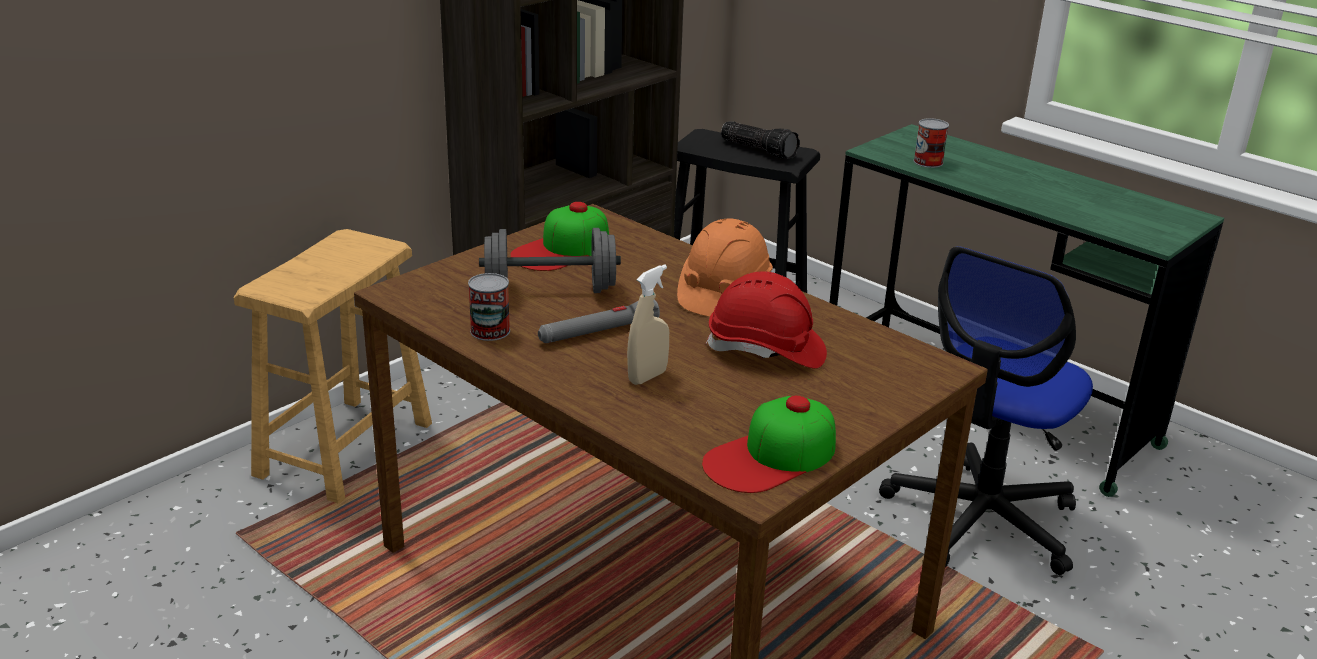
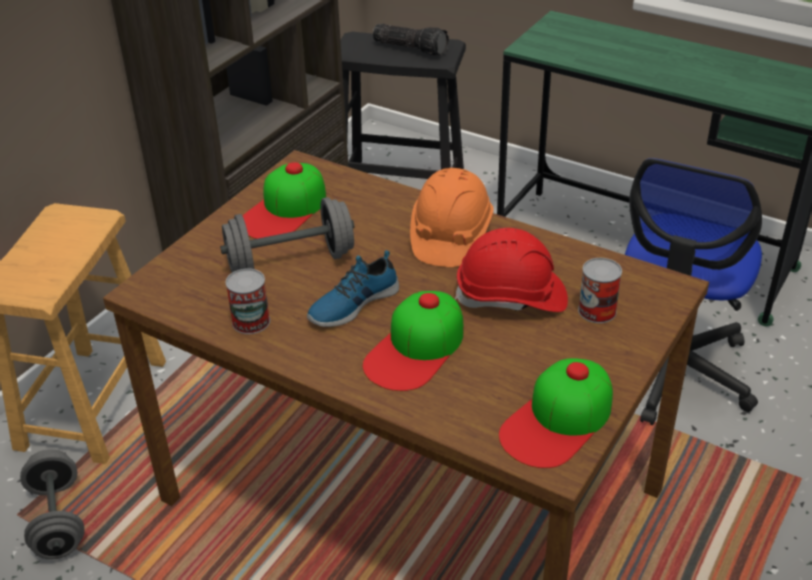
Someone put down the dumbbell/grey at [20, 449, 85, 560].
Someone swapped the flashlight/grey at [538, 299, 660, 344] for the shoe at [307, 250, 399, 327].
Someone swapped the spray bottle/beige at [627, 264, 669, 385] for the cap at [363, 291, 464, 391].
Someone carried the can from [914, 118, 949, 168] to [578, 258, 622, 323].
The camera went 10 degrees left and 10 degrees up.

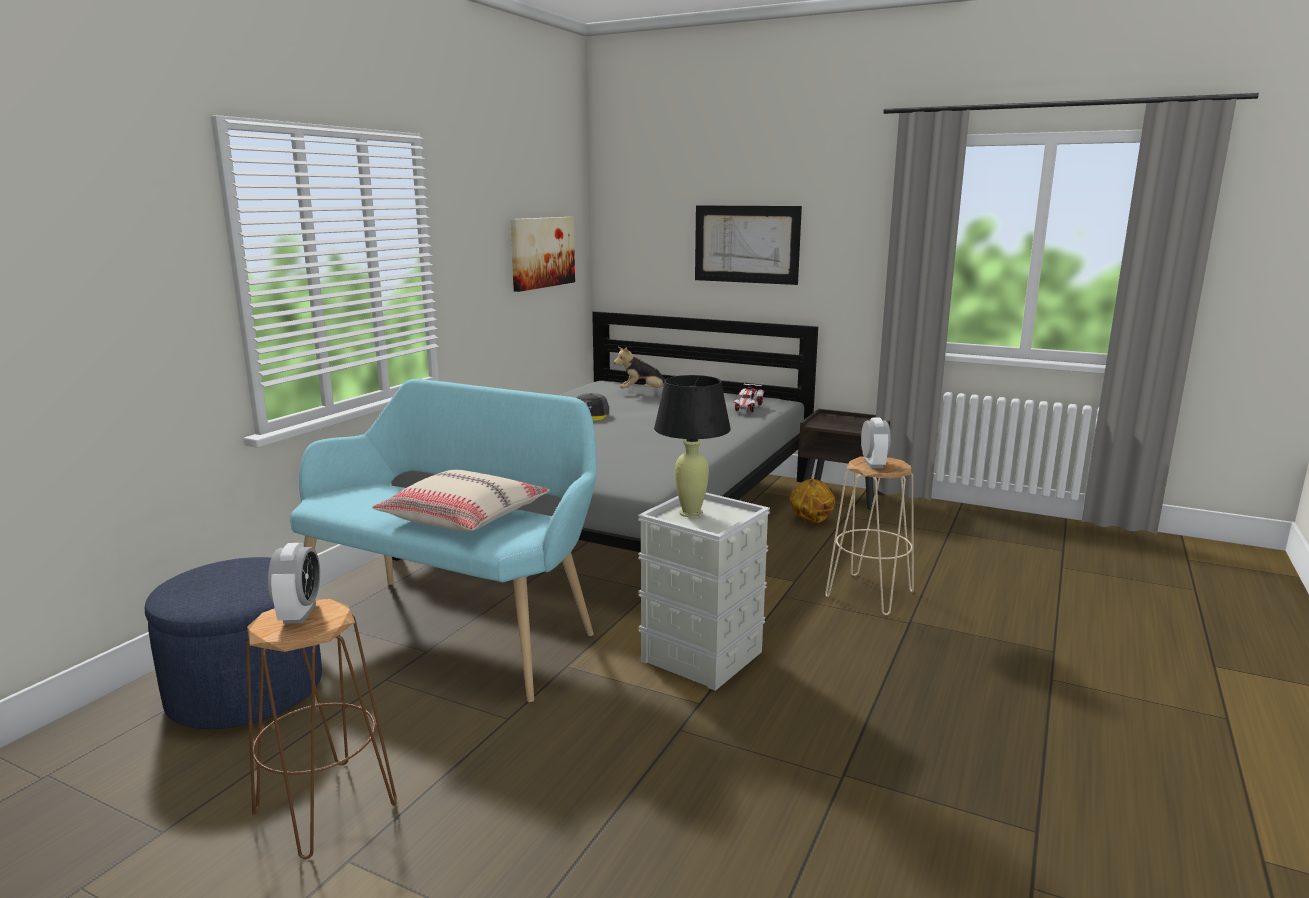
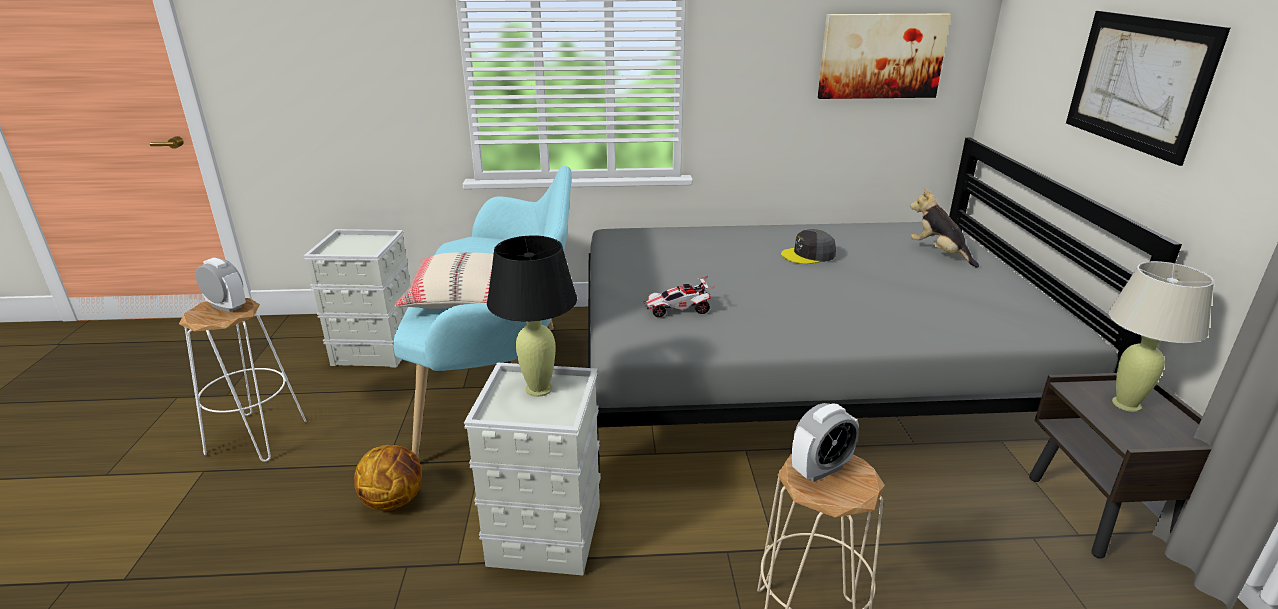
Someone repainted the stool/brown at [246, 599, 397, 859], which became the stool/white at [179, 298, 307, 462].
Someone rotated the alarm clock at [268, 543, 320, 624] by 120 degrees counterclockwise.
Someone swapped the ottoman/blue at [145, 557, 322, 729] for the storage box/grey at [304, 229, 410, 367].
Someone carried the basketball from [790, 479, 835, 523] to [354, 445, 422, 511].
Someone carried the toy car from [734, 381, 764, 412] to [644, 276, 716, 317].
Someone put down the table lamp/beige at [1108, 261, 1214, 412].
The camera went 60 degrees right and 10 degrees up.

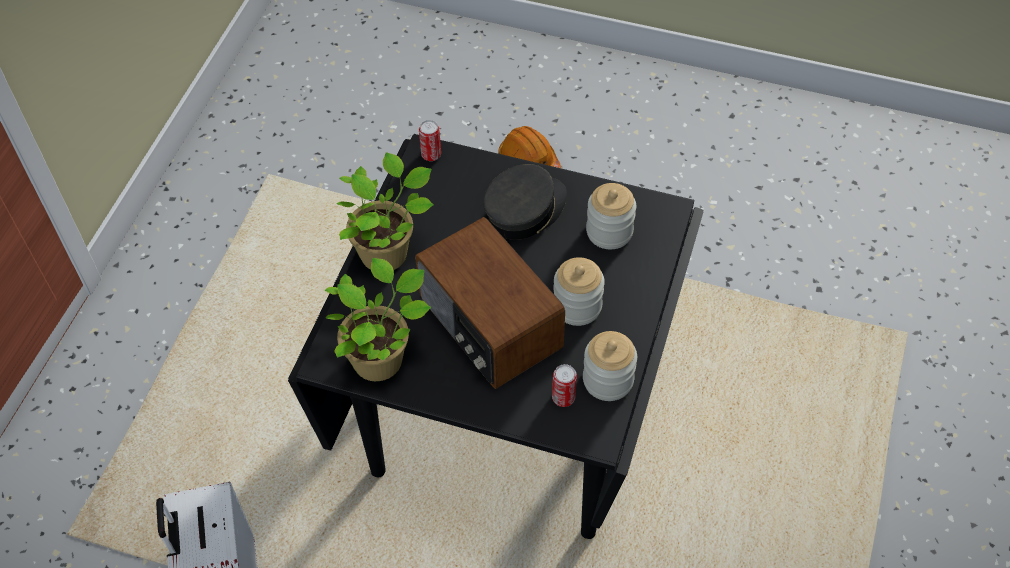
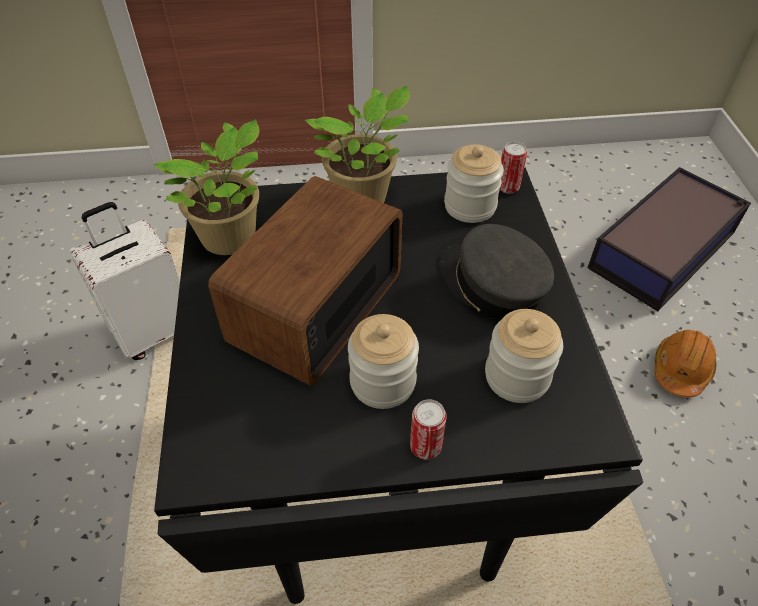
Someone carried the can from [552, 364, 577, 407] to [410, 399, 447, 460].
Someone rotated the cap/grey at [483, 164, 567, 240] by 150 degrees counterclockwise.
Someone carried the jar from [583, 331, 637, 401] to [444, 144, 504, 223].
Someone put down the storage box at [587, 167, 751, 311].
The camera went 65 degrees right and 5 degrees down.

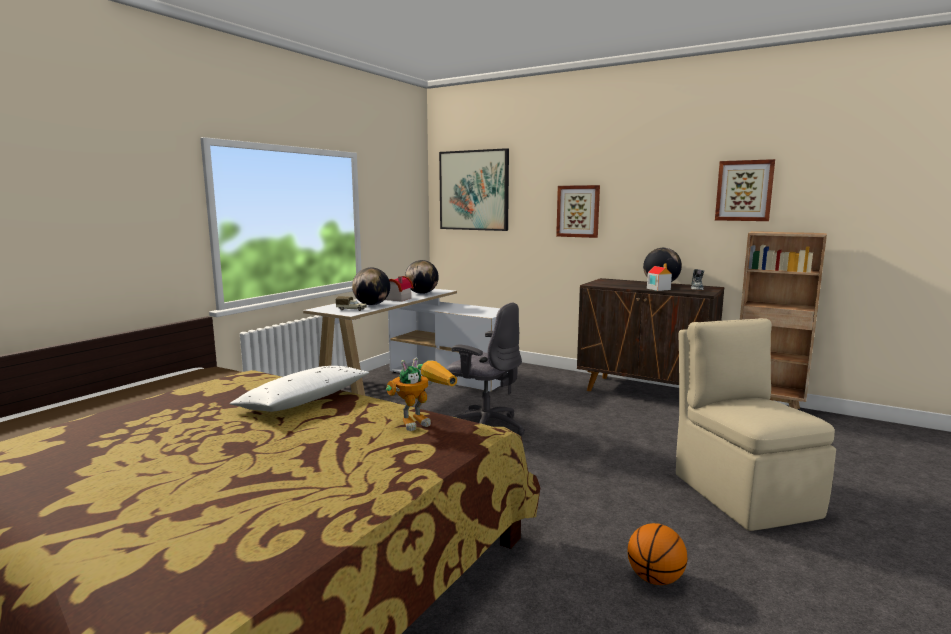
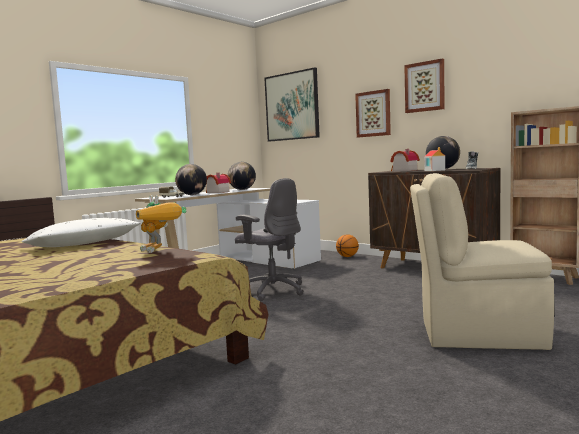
Someone rotated the toy robot at [386, 357, 457, 431] by 75 degrees clockwise.
Someone carried the basketball from [627, 523, 687, 585] to [336, 234, 359, 257].
Someone put down the toy house at [390, 149, 420, 171].
Someone carried the picture from [715, 159, 775, 221] to [404, 58, 445, 113].
Someone rotated the chair/beige at [676, 318, 836, 531] by 75 degrees counterclockwise.
The camera went 10 degrees right and 5 degrees down.

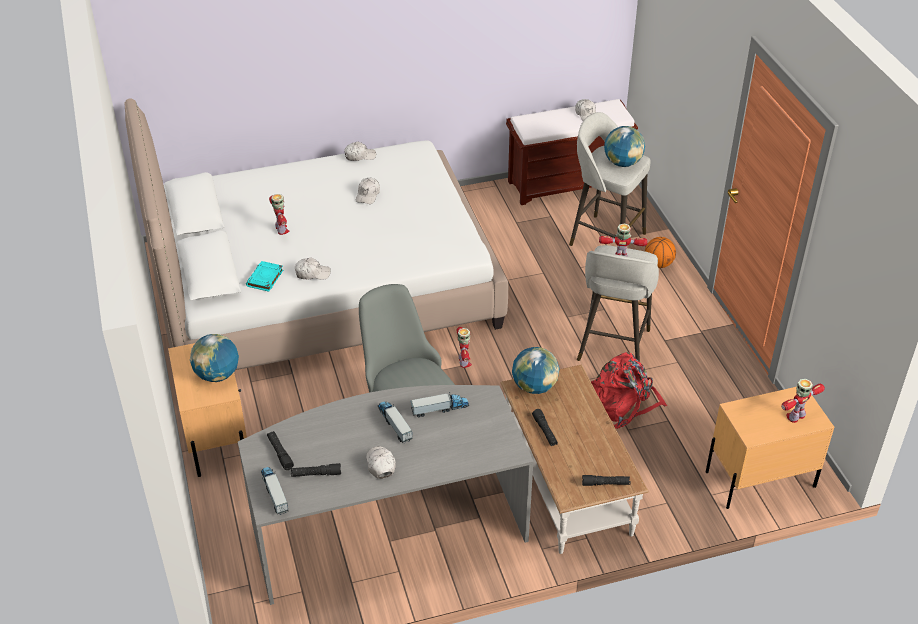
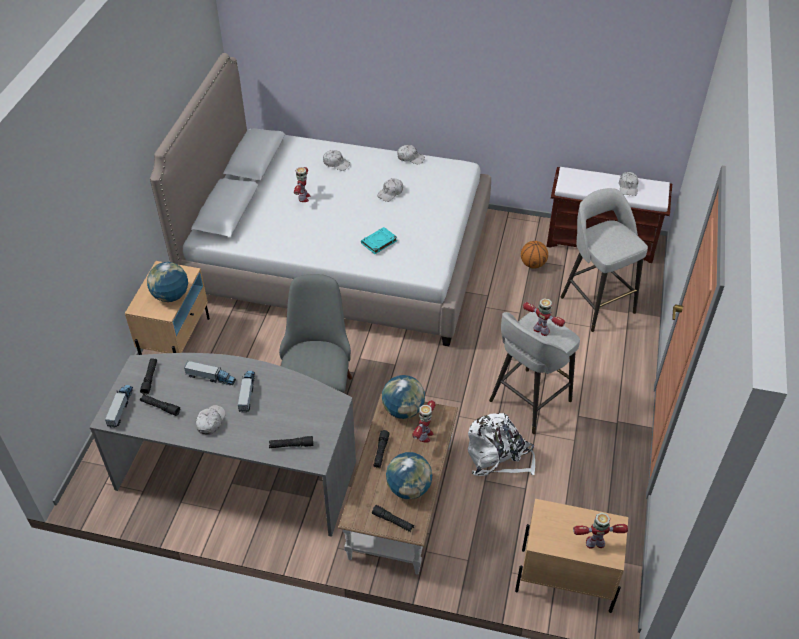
Someone carried the toy truck from [411, 392, 469, 417] to [184, 361, 236, 385].
Someone put down the flashlight/black at [269, 436, 313, 448].
Someone carried the cap/white from [295, 257, 331, 280] to [323, 150, 351, 171].
Someone carried the book/turquoise from [246, 261, 283, 292] to [361, 227, 397, 254].
Someone carried the globe from [604, 126, 645, 167] to [386, 452, 432, 499].
Someone carried the toy robot from [456, 327, 472, 368] to [412, 400, 436, 443].
Someone repainted the backpack/red at [591, 352, 668, 429], which became the backpack/white at [468, 413, 535, 476].
Someone carried the basketball from [645, 237, 676, 268] to [521, 241, 548, 268].
The camera went 30 degrees right and 5 degrees up.

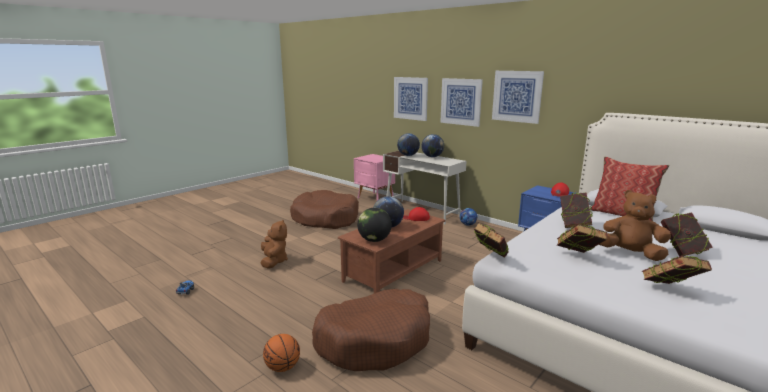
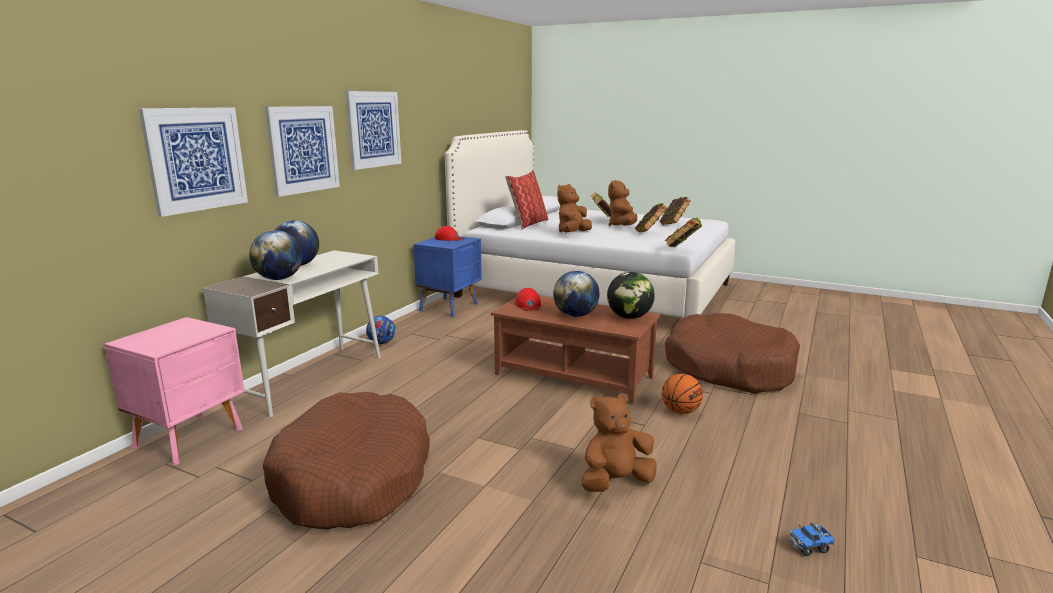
Someone swapped the book at [560, 192, 593, 228] for the plush toy/brown at [557, 184, 592, 233].
Someone carried the basketball from [263, 334, 300, 372] to [662, 374, 703, 414].
The camera went 105 degrees left and 0 degrees up.

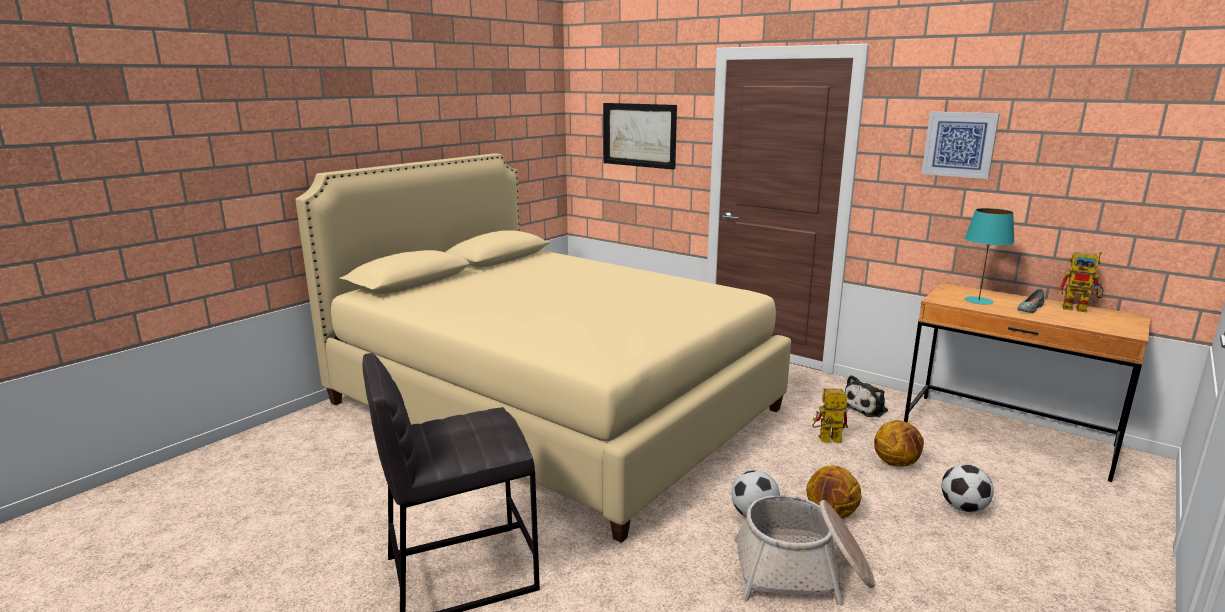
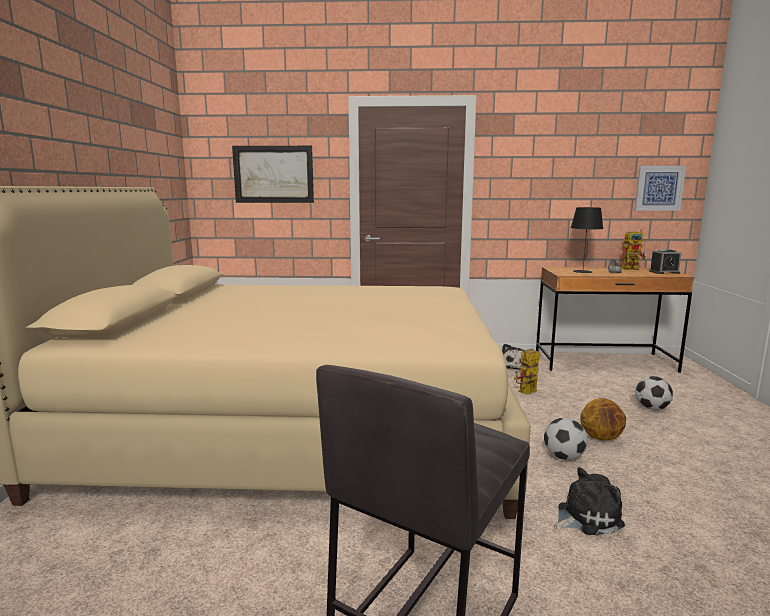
Someone put down the plush toy at [554, 467, 625, 535].
Someone repainted the table lamp/turquoise at [965, 208, 1015, 305], which became the table lamp/black at [570, 207, 603, 273].
Someone carried the picture from [922, 112, 1000, 179] to [634, 166, 686, 211].
Someone put down the alarm clock at [649, 249, 681, 274].
Someone took away the basket at [734, 495, 875, 605].
Someone took away the basketball at [874, 420, 924, 467].
The camera went 35 degrees left and 5 degrees down.

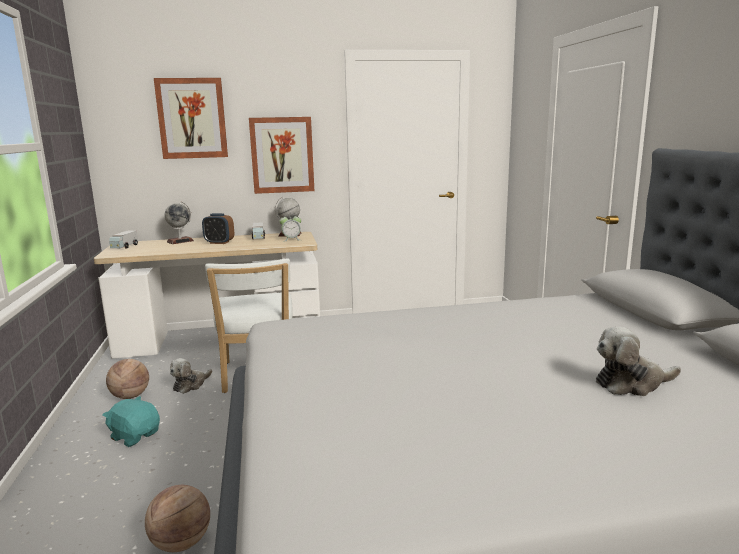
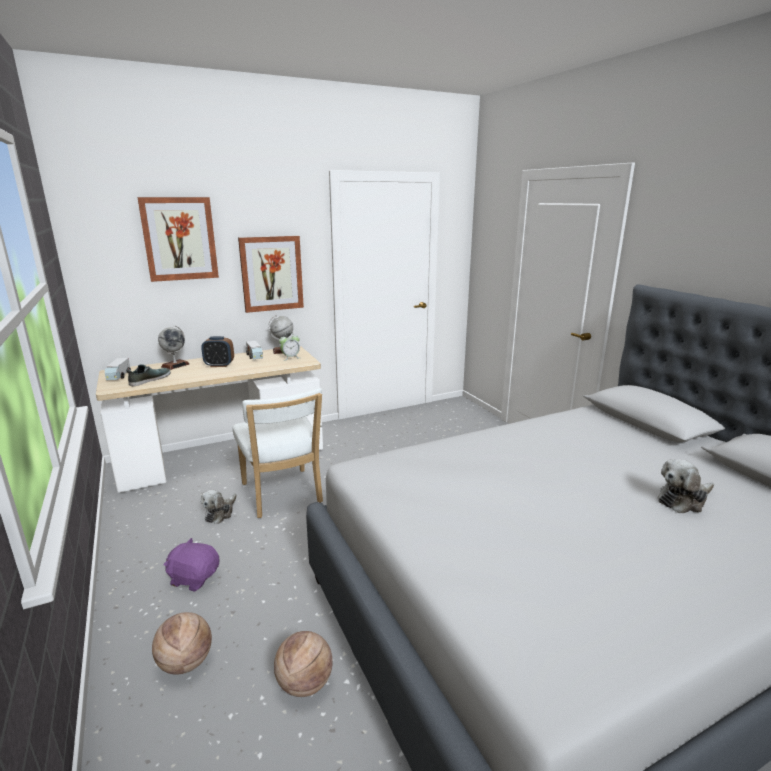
Someone put down the shoe at [126, 364, 171, 386].
Someone carried the basketball from [106, 359, 149, 399] to [152, 612, 212, 675].
Someone repainted the plush toy/turquoise at [102, 396, 160, 447], which became the plush toy/purple at [164, 538, 219, 592].
The camera went 15 degrees left and 5 degrees up.

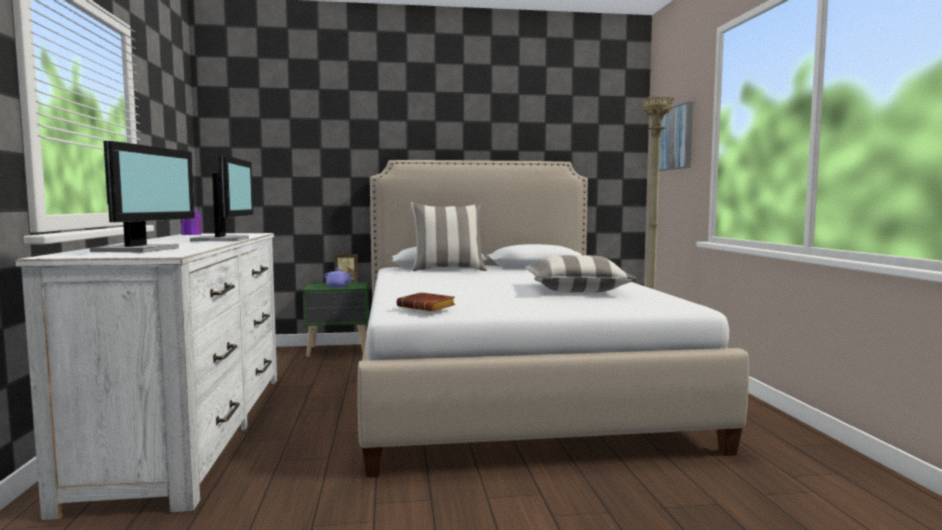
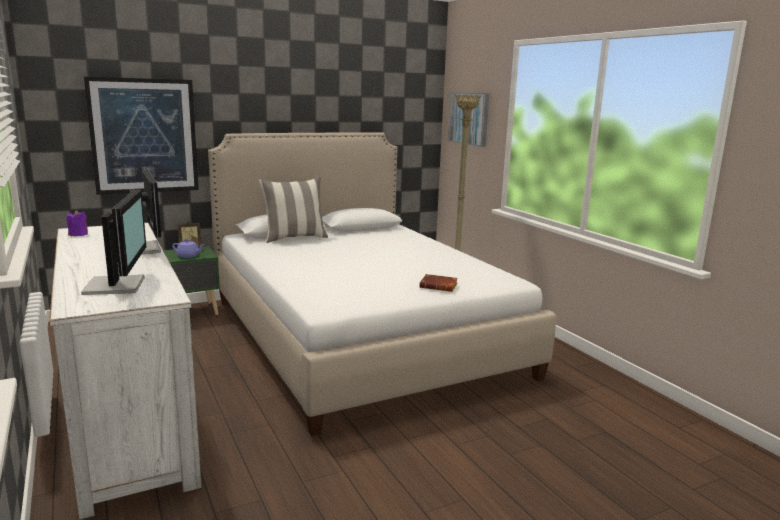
Someone put up the picture at [84, 77, 199, 195].
Someone carried the book/brown from [397, 292, 455, 311] to [419, 274, 458, 292].
Someone took away the pillow at [525, 255, 637, 292].
The camera went 20 degrees left and 10 degrees up.

